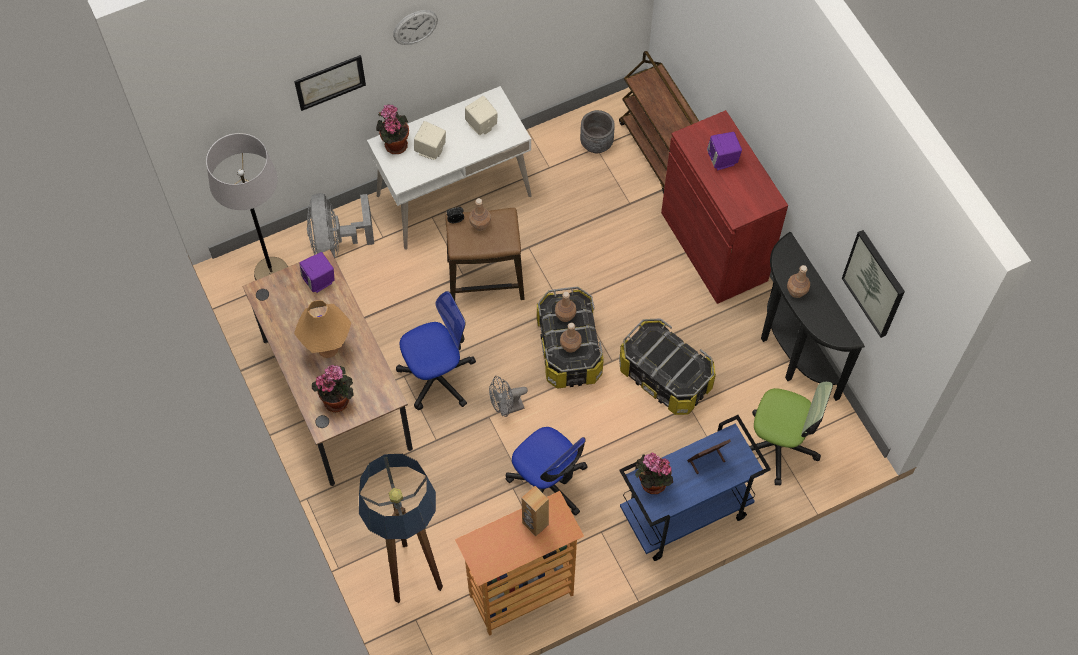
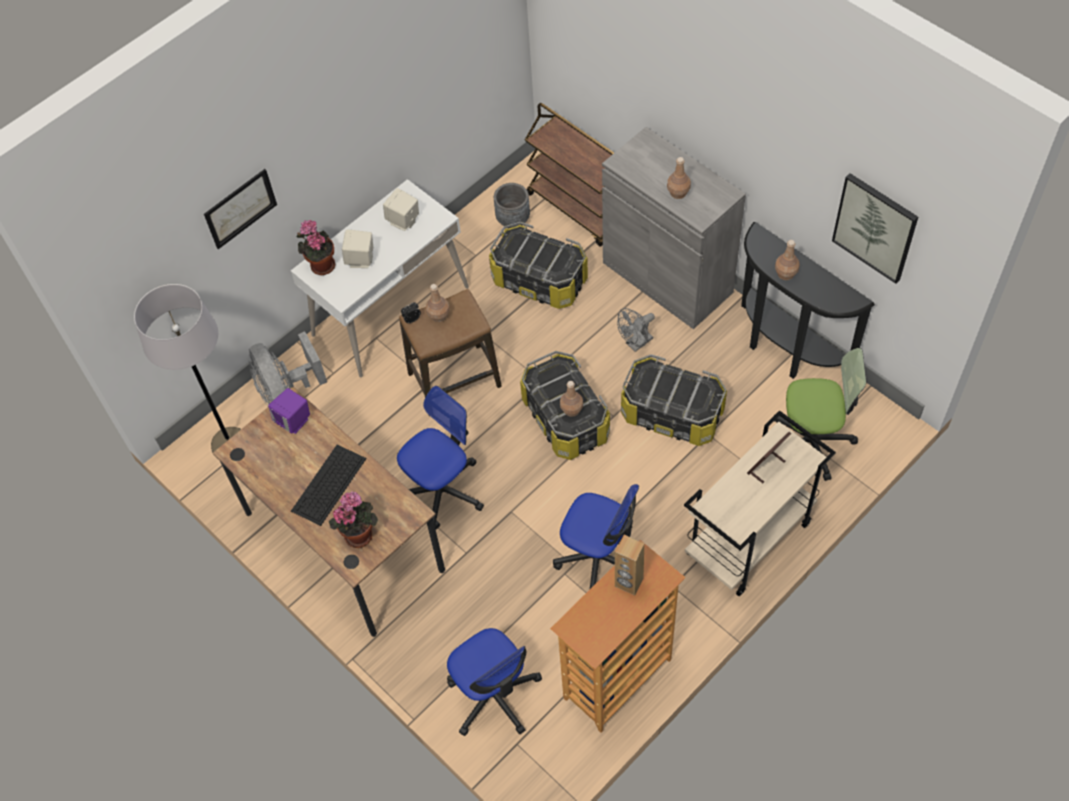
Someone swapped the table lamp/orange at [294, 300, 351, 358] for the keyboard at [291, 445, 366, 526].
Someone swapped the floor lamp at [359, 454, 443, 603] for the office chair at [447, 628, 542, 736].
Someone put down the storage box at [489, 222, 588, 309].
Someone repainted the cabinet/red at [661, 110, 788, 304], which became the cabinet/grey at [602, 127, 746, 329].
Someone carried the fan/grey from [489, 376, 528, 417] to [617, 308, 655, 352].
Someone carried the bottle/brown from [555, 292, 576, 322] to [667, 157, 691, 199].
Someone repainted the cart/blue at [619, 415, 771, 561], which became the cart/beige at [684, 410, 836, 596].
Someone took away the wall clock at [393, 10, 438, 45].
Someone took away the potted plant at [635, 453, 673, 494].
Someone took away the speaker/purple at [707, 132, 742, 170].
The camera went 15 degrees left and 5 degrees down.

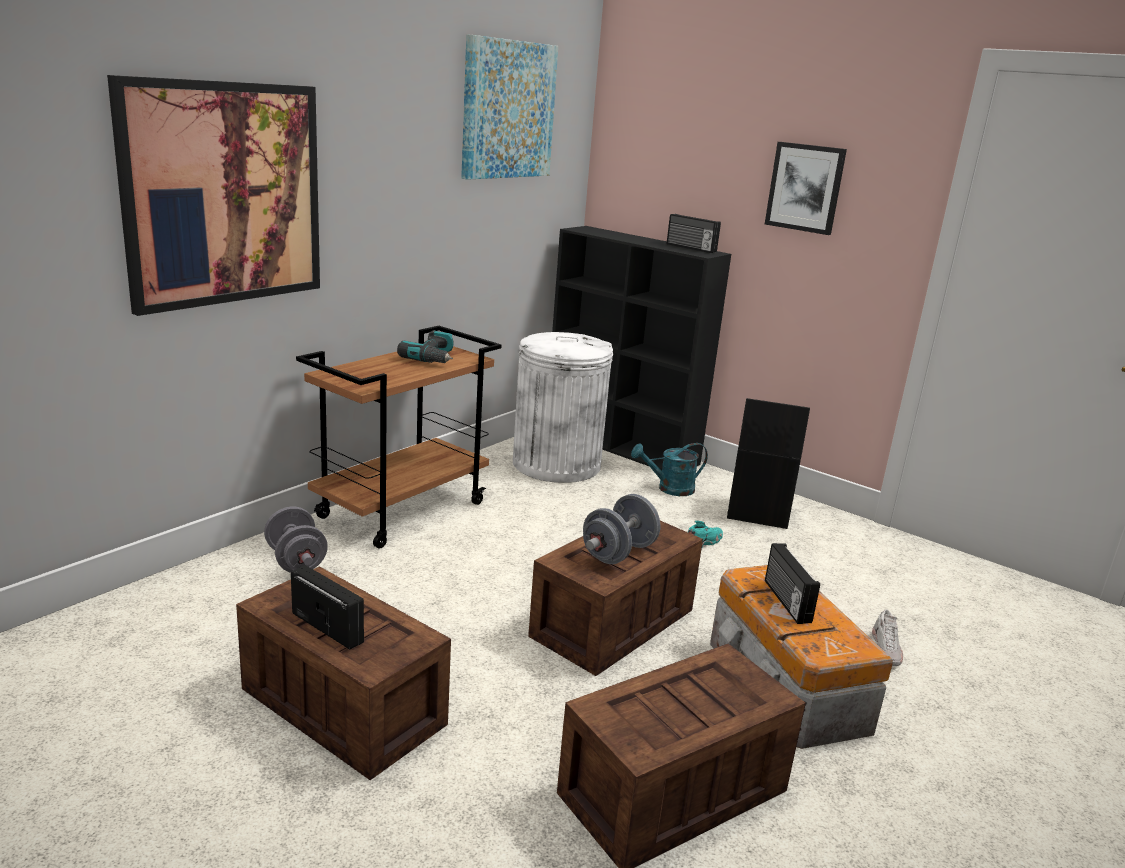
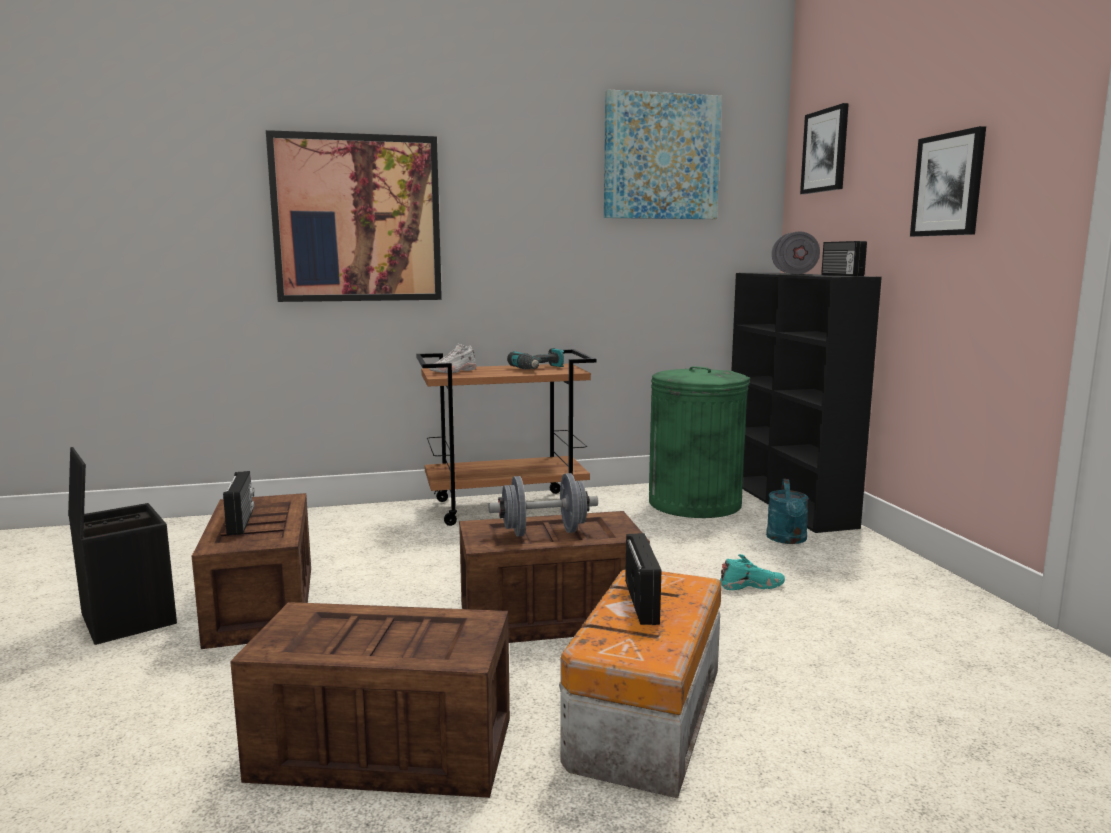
Someone carried the storage box/black from [727, 398, 810, 529] to [68, 447, 177, 645].
Someone carried the shoe/white from [872, 609, 903, 666] to [429, 344, 476, 373].
Someone rotated the radio at [765, 543, 820, 624] by 150 degrees clockwise.
Someone repainted the trash can/white at [513, 332, 613, 483], which became the trash can/green at [649, 366, 750, 518].
Someone rotated the watering can/turquoise at [631, 443, 708, 496] by 105 degrees counterclockwise.
Someone carried the dumbbell/grey from [264, 507, 328, 573] to [772, 231, 820, 274].
Someone put up the picture at [800, 103, 849, 194].
The camera went 40 degrees right and 10 degrees down.

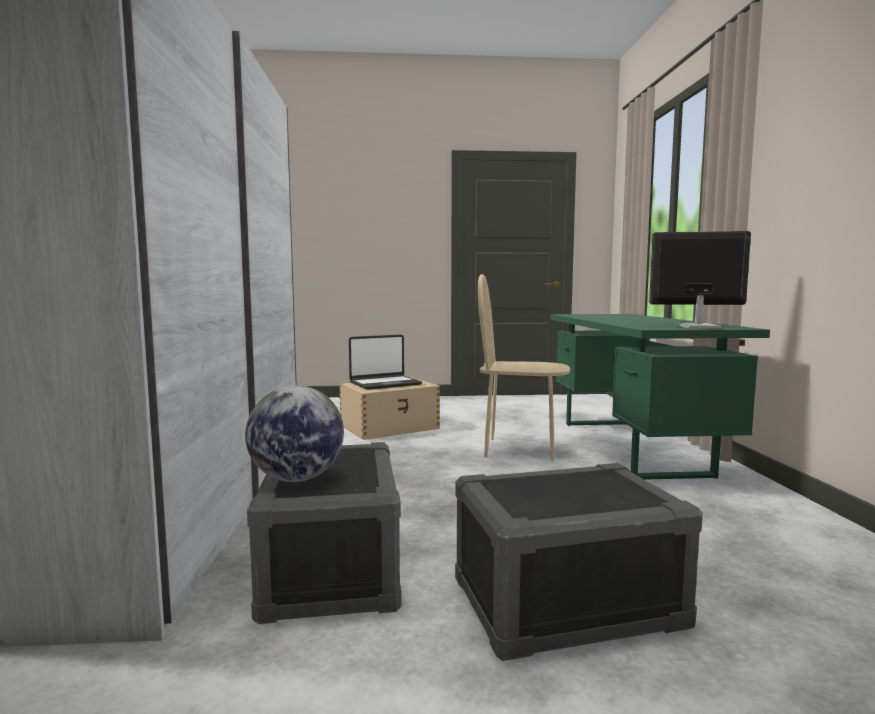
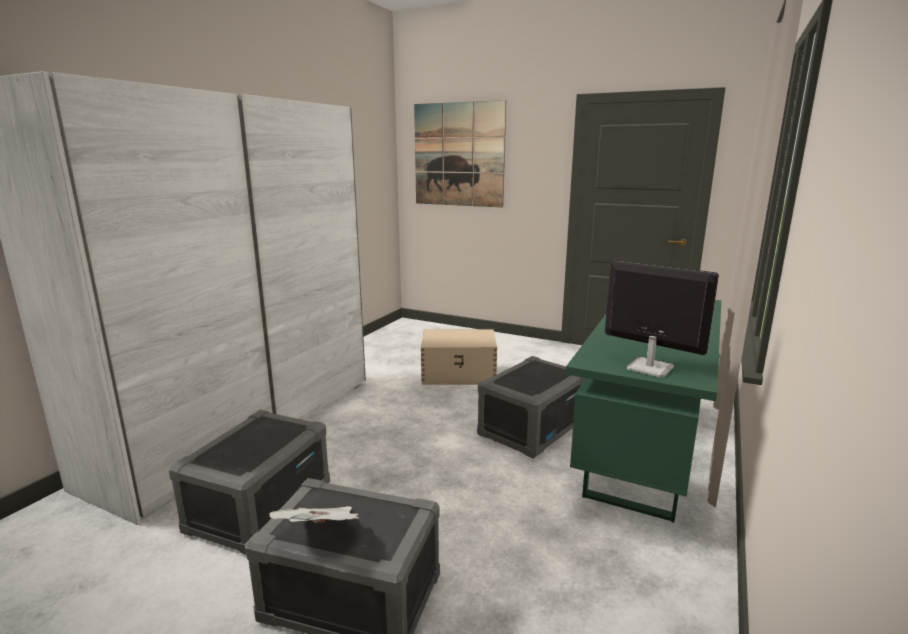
Someone put down the newspaper at [269, 506, 359, 523].
Someone put up the picture at [414, 100, 506, 208].
Someone swapped the chair/beige at [478, 274, 570, 461] for the storage box/grey at [477, 356, 585, 458].
Someone took away the globe at [245, 385, 344, 482].
Someone took away the laptop at [349, 335, 422, 390].
The camera went 30 degrees right and 10 degrees up.

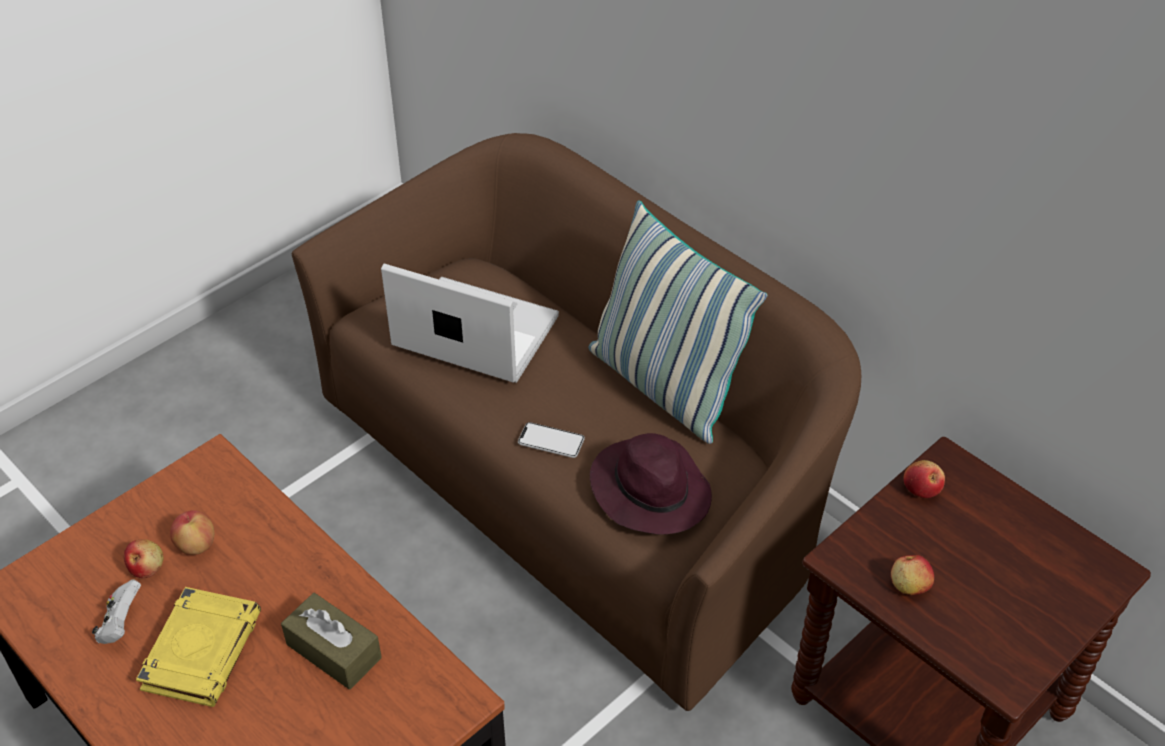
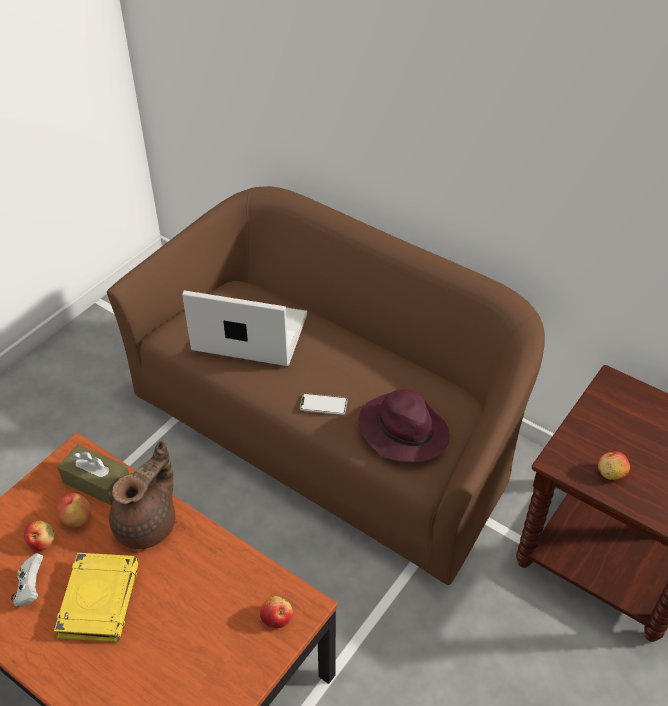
Someone carried the tissue box/brown from [281, 593, 382, 690] to [57, 444, 129, 505].
Someone put down the teapot/brown at [109, 440, 175, 549].
Someone carried the apple from [904, 460, 945, 498] to [260, 596, 293, 628].
Someone took away the pillow at [588, 200, 767, 444].
The camera went 10 degrees left and 0 degrees up.

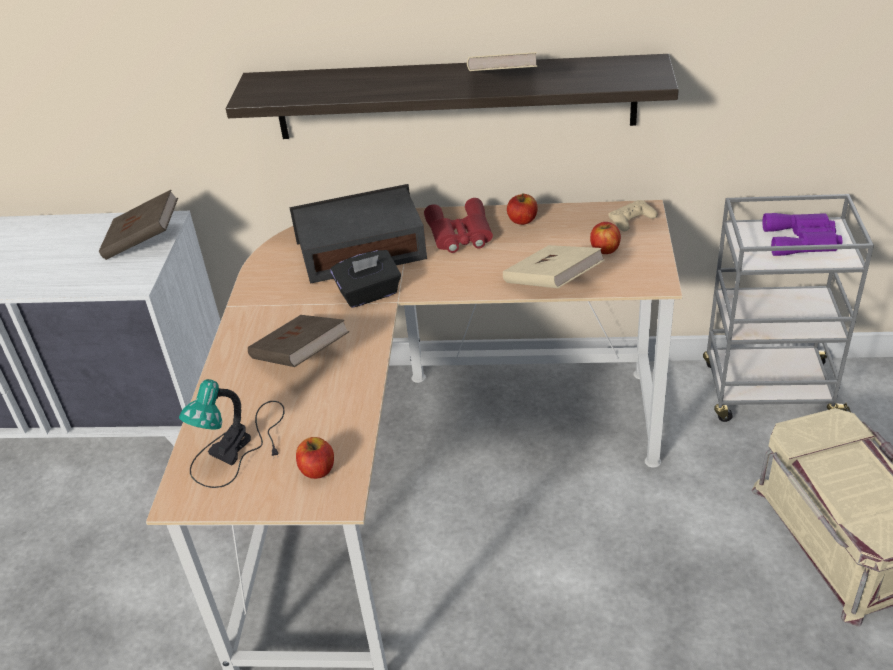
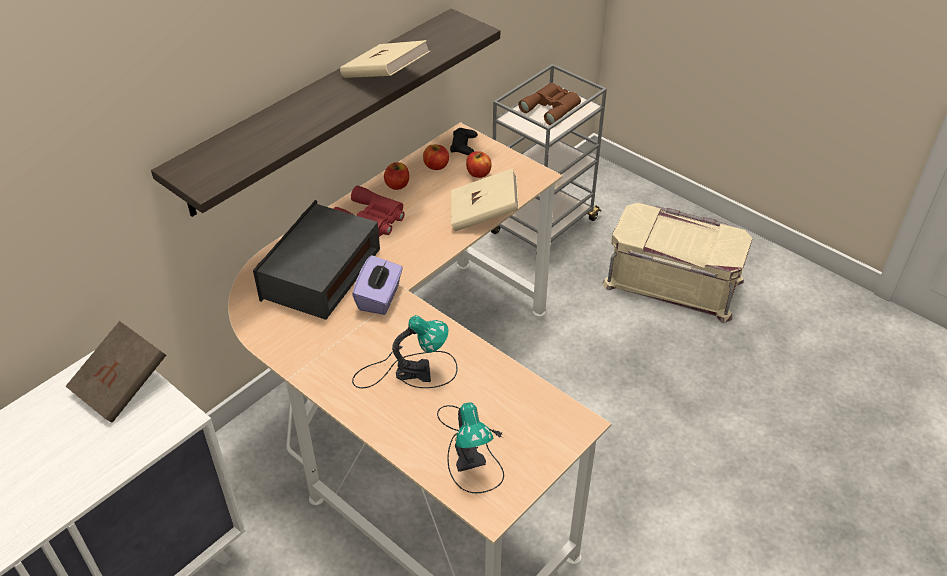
Someone repainted the tissue box/black at [330, 250, 401, 308], which became the tissue box/purple at [352, 255, 403, 315].
Someone swapped the book/brown at [248, 315, 349, 367] for the table lamp at [352, 315, 457, 388].
Someone carried the apple from [296, 437, 334, 479] to [423, 145, 449, 170].
Someone repainted the game controller/beige at [608, 200, 658, 231], which became the game controller/black at [450, 128, 478, 155].
Someone repainted the binoculars/purple at [762, 213, 842, 256], which became the binoculars/brown at [518, 83, 581, 125].
The camera went 55 degrees left and 5 degrees up.

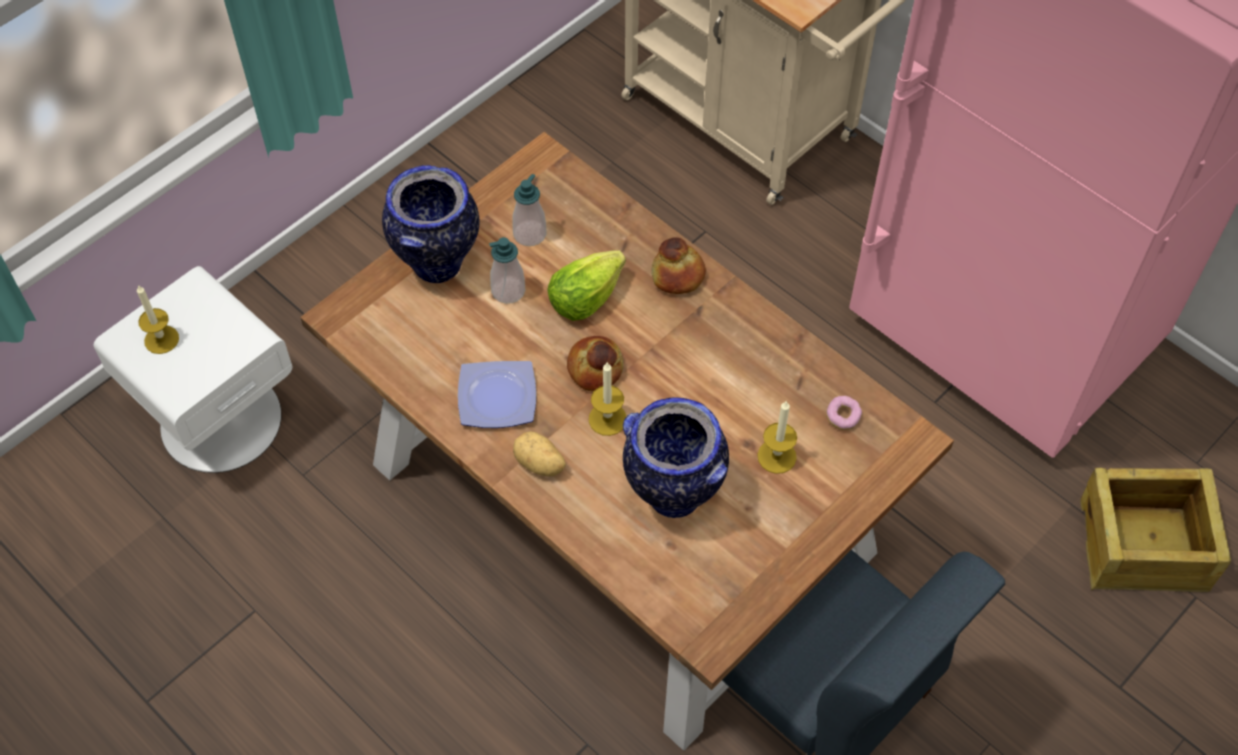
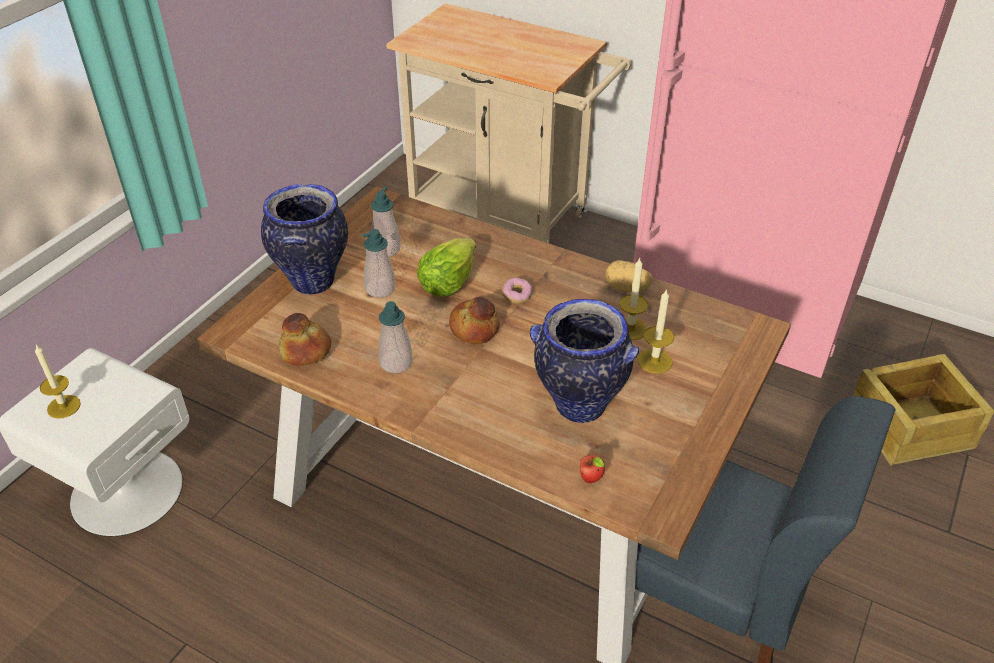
Someone carried the bread from [651, 237, 706, 294] to [279, 313, 331, 366].
Someone swapped the plate at [458, 361, 536, 428] for the soap dispenser at [379, 301, 413, 373].
Someone carried the donut from [826, 396, 862, 430] to [502, 278, 532, 304].
Someone put down the apple at [580, 455, 605, 483].
Someone carried the potato from [513, 431, 566, 477] to [605, 260, 653, 293].
Someone carried the candle from [589, 363, 627, 436] to [619, 258, 648, 340].
The camera went 15 degrees left and 15 degrees down.

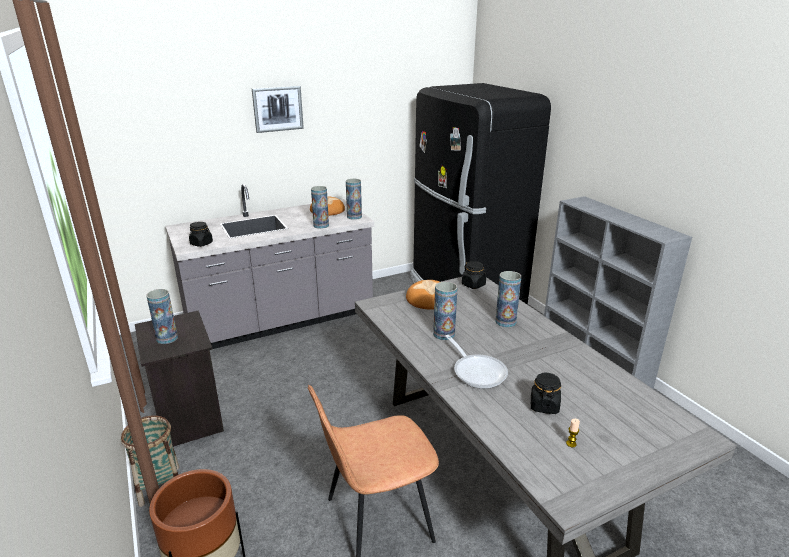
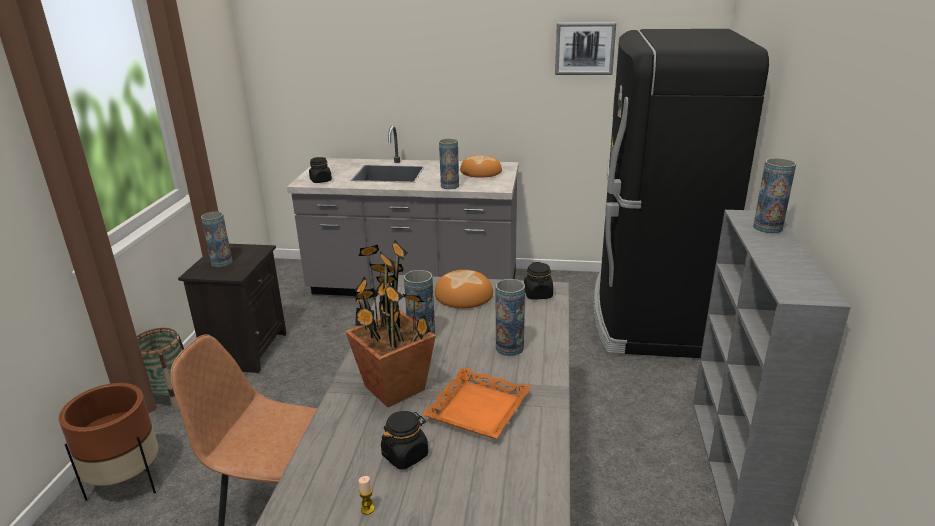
Someone swapped the frying pan at [446, 335, 508, 389] for the potted plant at [345, 240, 436, 407].
Someone put down the tray/orange at [422, 367, 532, 438].
Someone carried the picture from [252, 86, 304, 133] to [555, 22, 616, 75].
Someone carried the vase from [346, 179, 362, 220] to [753, 158, 796, 233].
The camera went 35 degrees right and 0 degrees up.

